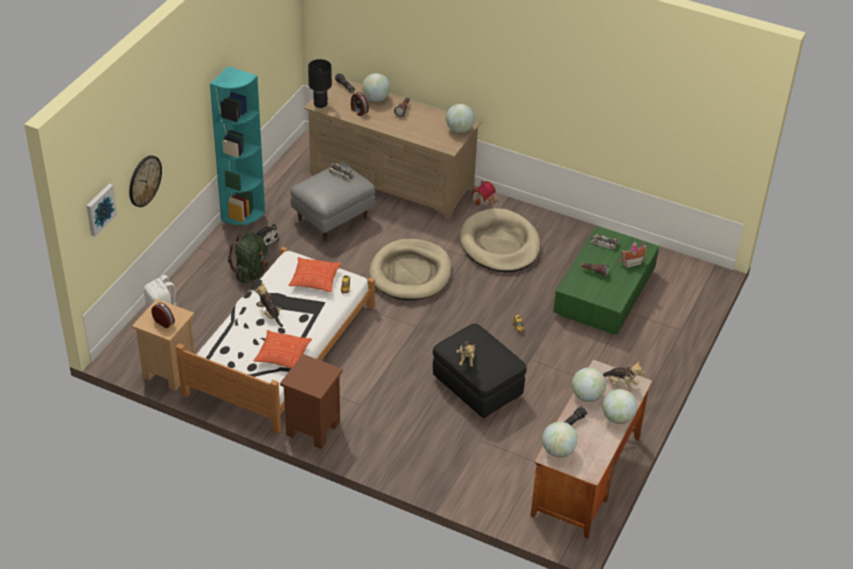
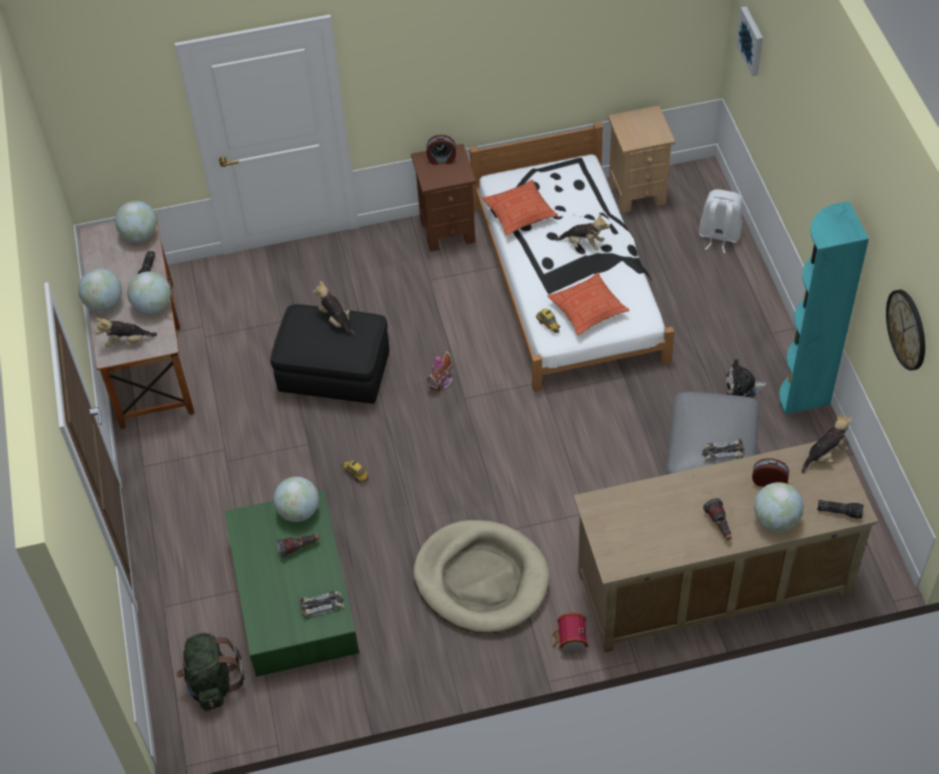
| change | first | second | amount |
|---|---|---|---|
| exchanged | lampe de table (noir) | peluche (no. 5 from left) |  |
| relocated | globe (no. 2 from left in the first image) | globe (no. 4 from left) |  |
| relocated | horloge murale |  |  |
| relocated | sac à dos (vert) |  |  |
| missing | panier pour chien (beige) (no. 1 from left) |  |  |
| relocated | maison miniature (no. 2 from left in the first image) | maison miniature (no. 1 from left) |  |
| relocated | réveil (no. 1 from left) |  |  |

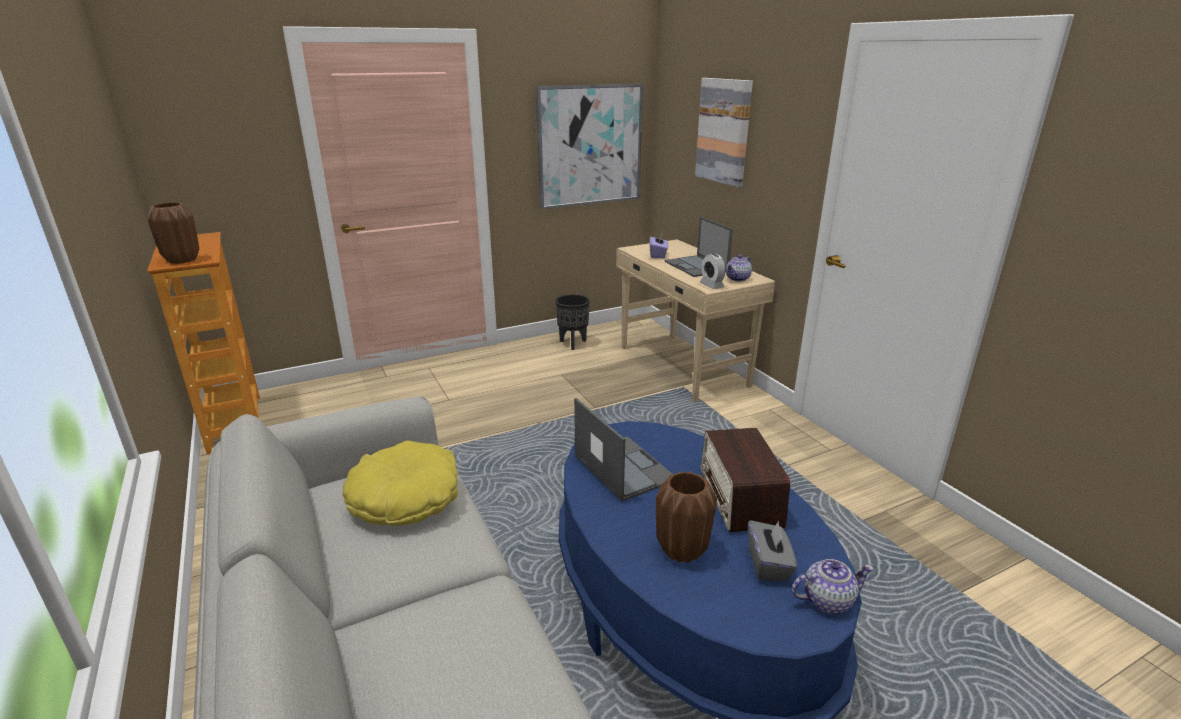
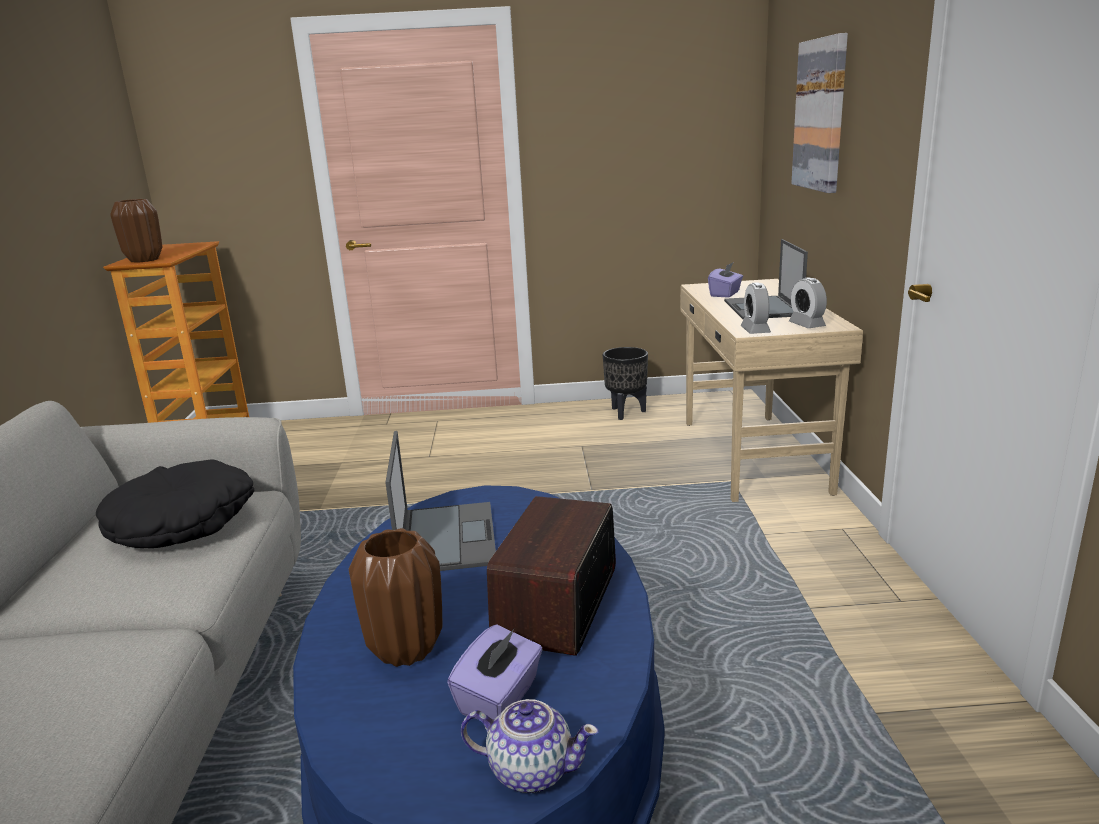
| change | first | second | amount |
|---|---|---|---|
| missing | tableau (no. 1 from left) |  |  |
| exchanged | théière (no. 1 from left) | réveil (no. 2 from left) |  |
| colour | coussin (jaune) | coussin (noir) |  |
| colour | boîte à mouchoirs (gris) | boîte à mouchoirs (violet) (no. 1 from left) |  |

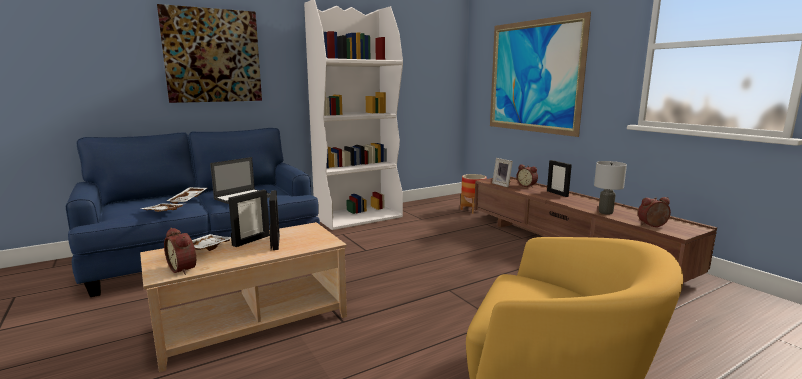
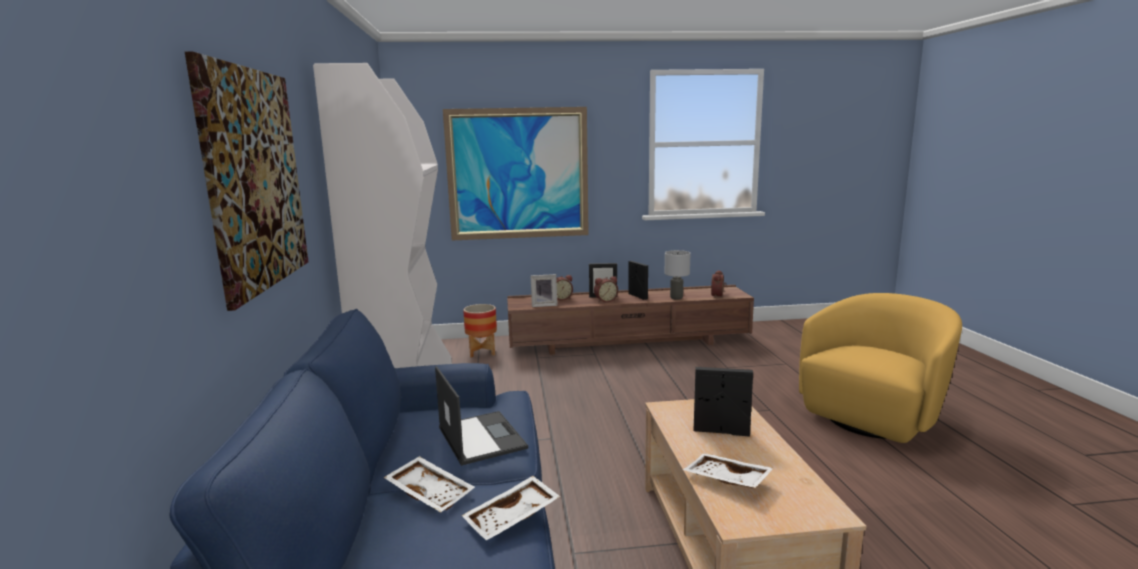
| change | first | second | amount |
|---|---|---|---|
| relocated | cadre photo (no. 1 from left in the first image) | cadre photo (no. 3 from left) |  |
| relocated | réveil (no. 1 from left in the first image) | réveil (no. 2 from left) |  |

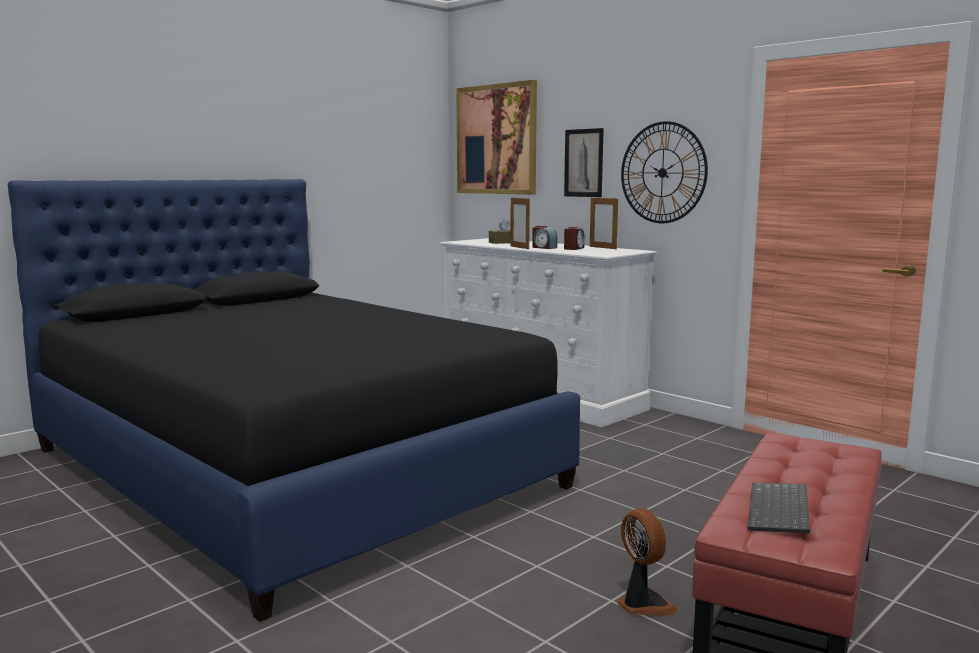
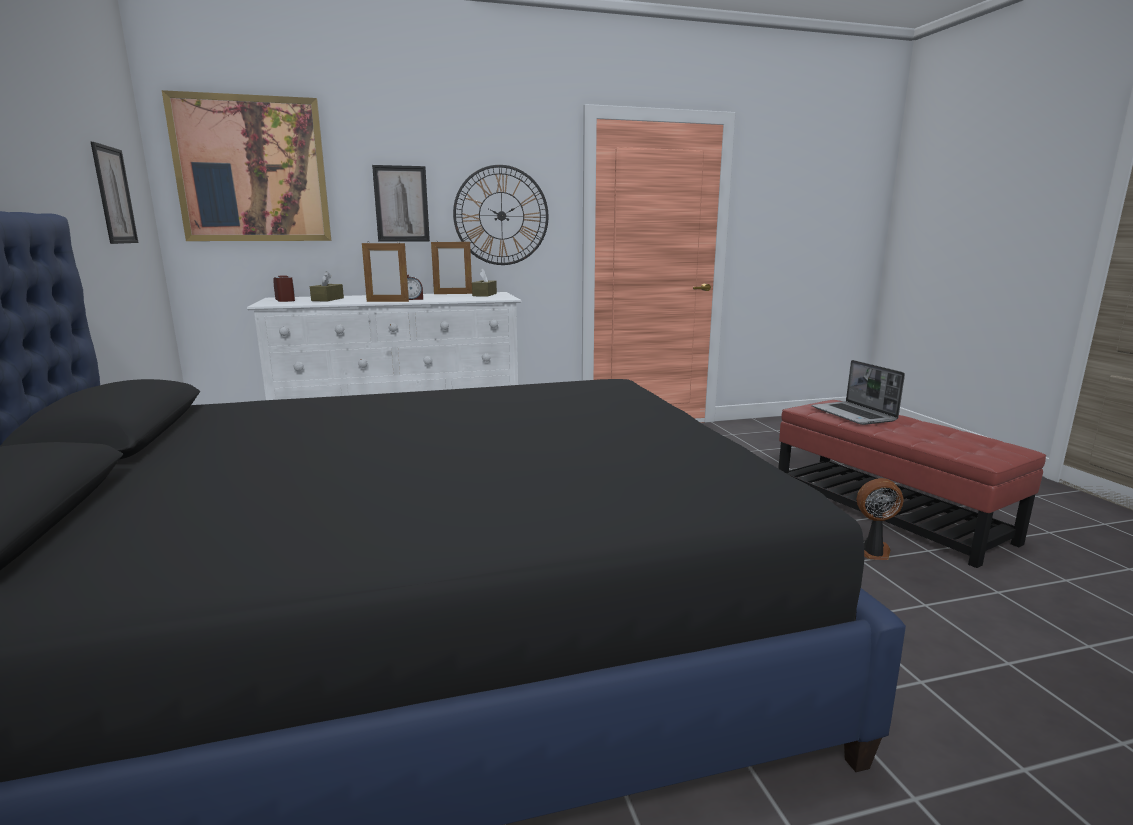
| change | first | second | amount |
|---|---|---|---|
| relocated | réveil (no. 2 from left in the first image) | réveil (no. 1 from left) |  |
| missing | clavier |  |  |
| appeared |  | tableau (no. 1 from left) |  |
| appeared |  | boîte à mouchoirs (marron) (no. 2 from left) |  |
| appeared |  | ordinateur portable |  |

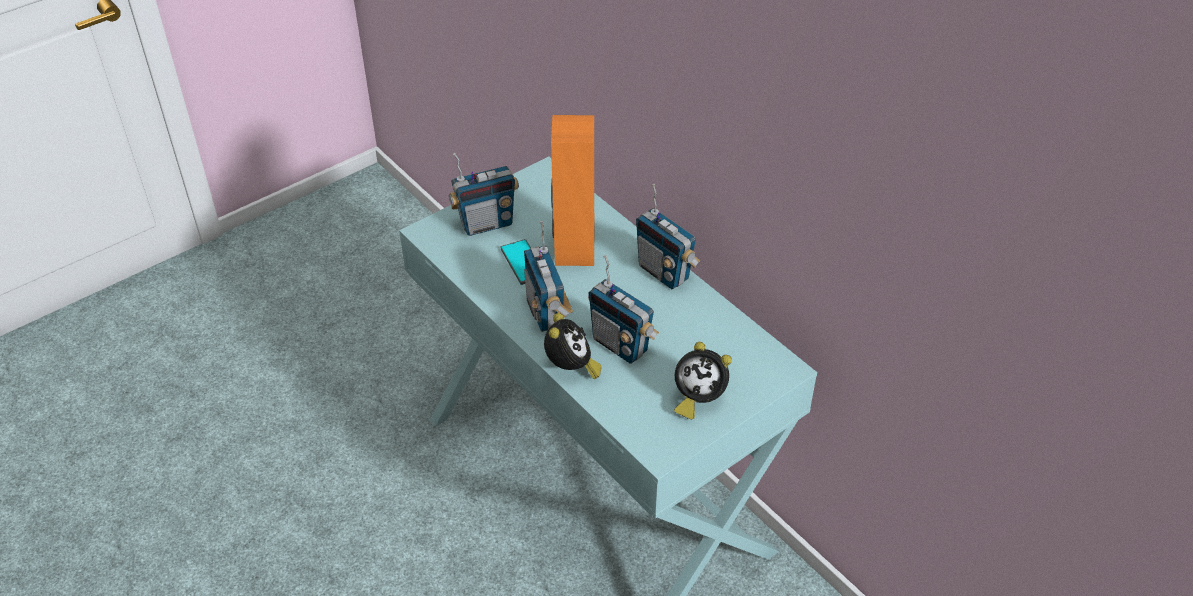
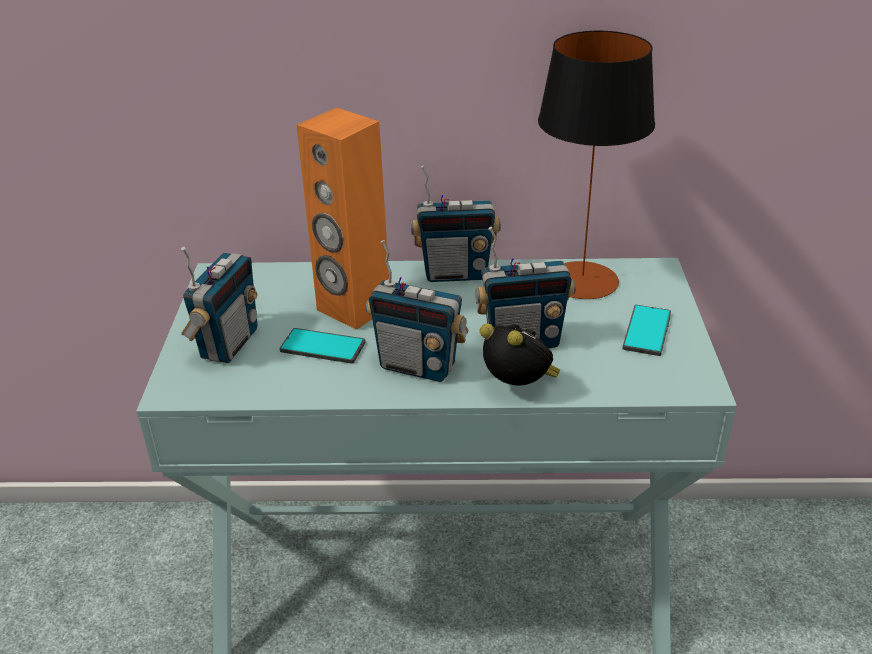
| change | first | second | amount |
|---|---|---|---|
| exchanged | réveil (no. 2 from left) | téléphone (no. 2 from left) |  |
| appeared |  | lampe de table |  |

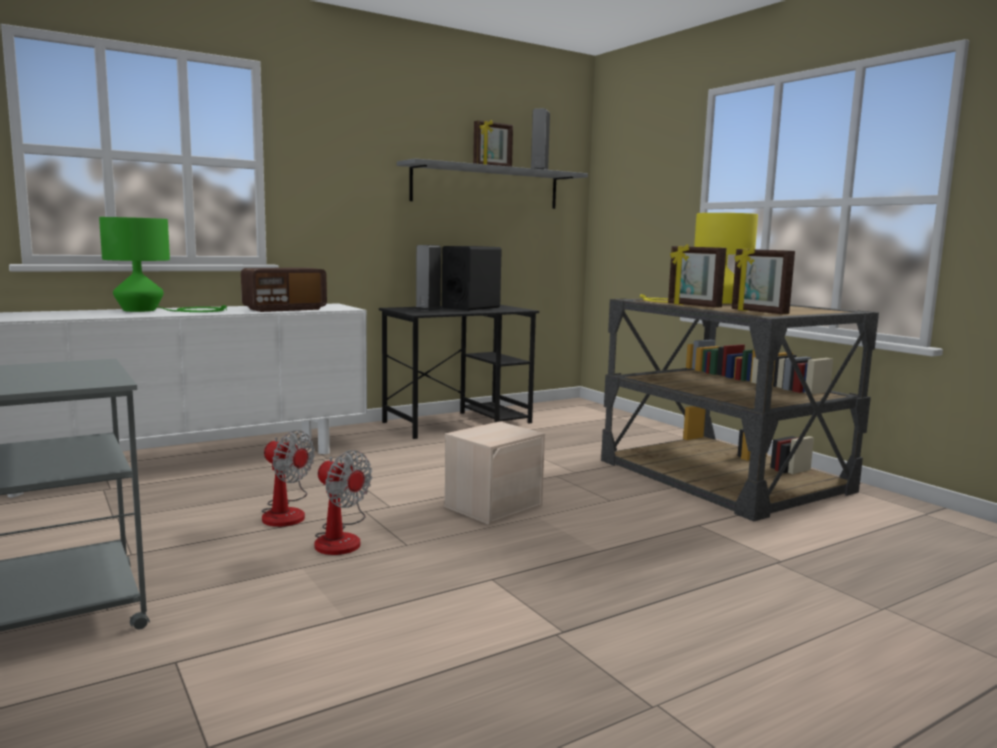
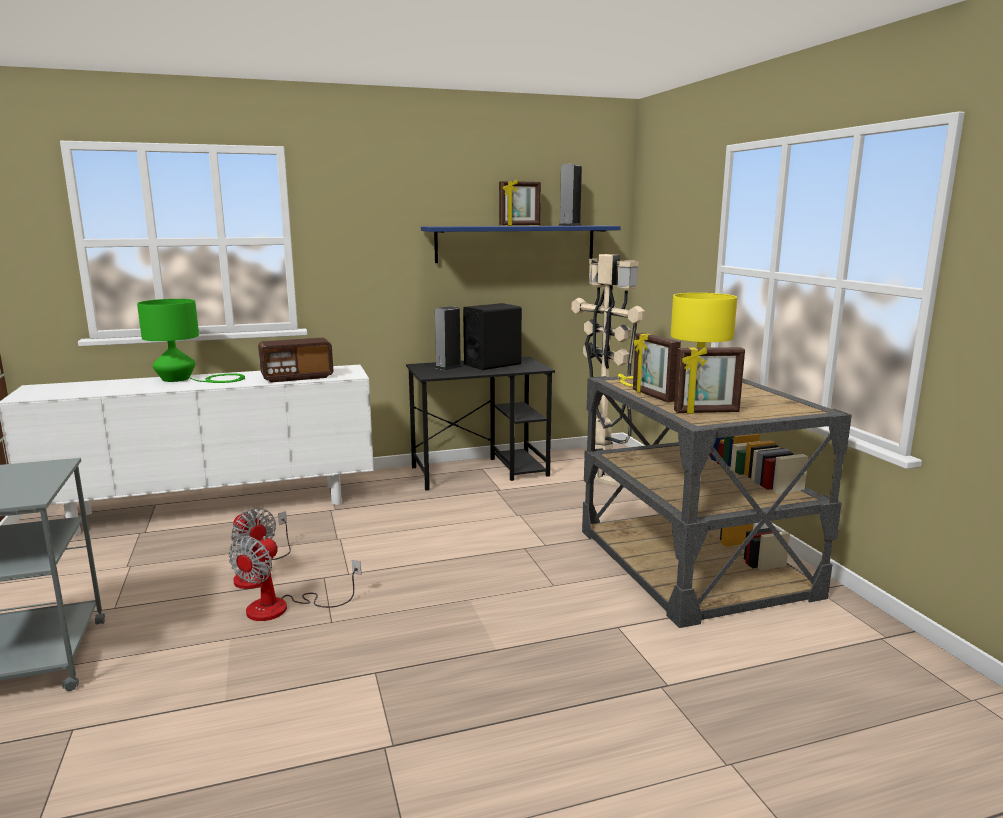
| change | first | second | amount |
|---|---|---|---|
| colour | étagère (gris) | étagère (bleu) |  |
| spun | cadre photo (no. 3 from left) |  | 75 degrees counterclockwise |
| missing | boîte de rangement (beige) |  |  |
| spun | ventilateur (no. 2 from left) |  | 60 degrees clockwise |
| appeared |  | lampadaire (beige) |  |

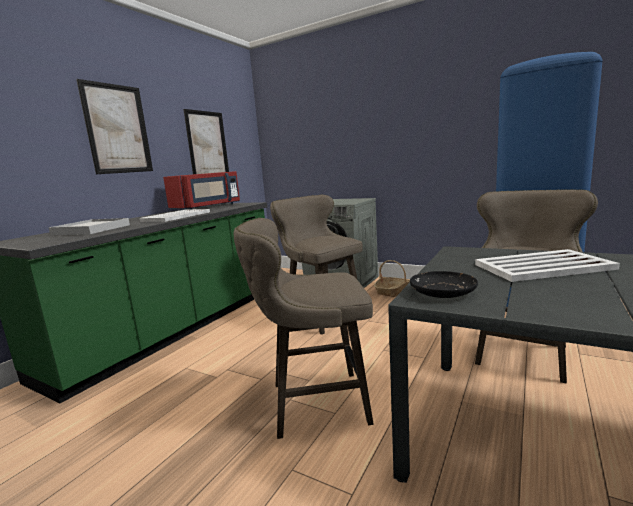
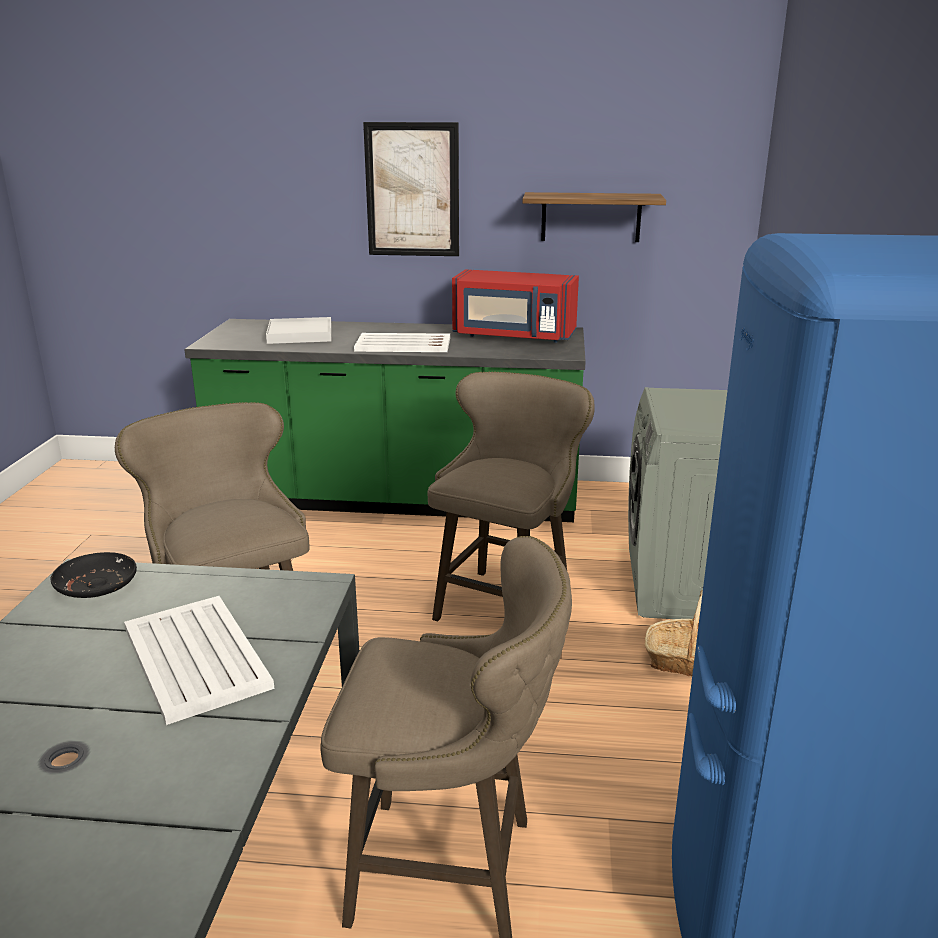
| change | first | second | amount |
|---|---|---|---|
| exchanged | tableau (no. 2 from left) | étagère |  |

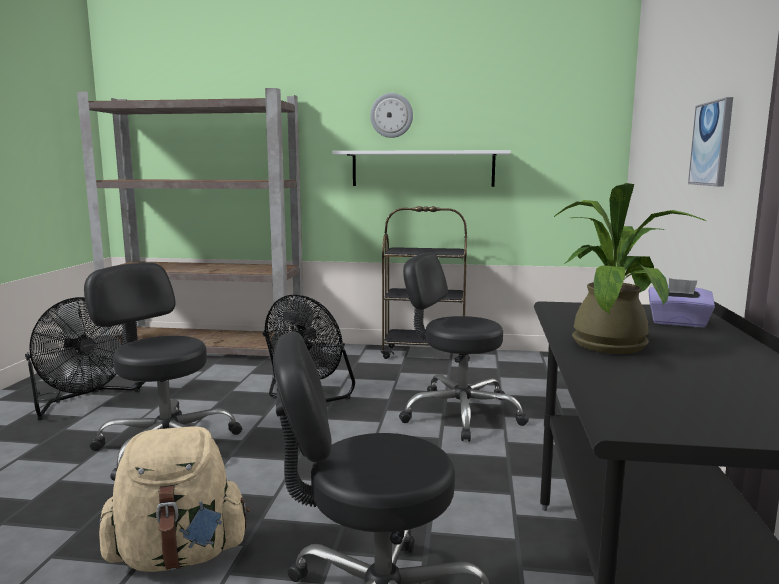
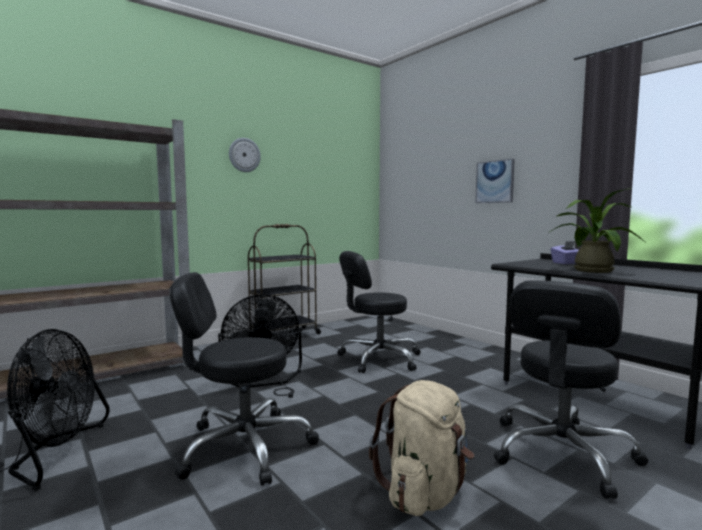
| change | first | second | amount |
|---|---|---|---|
| missing | étagère (blanc) |  |  |

